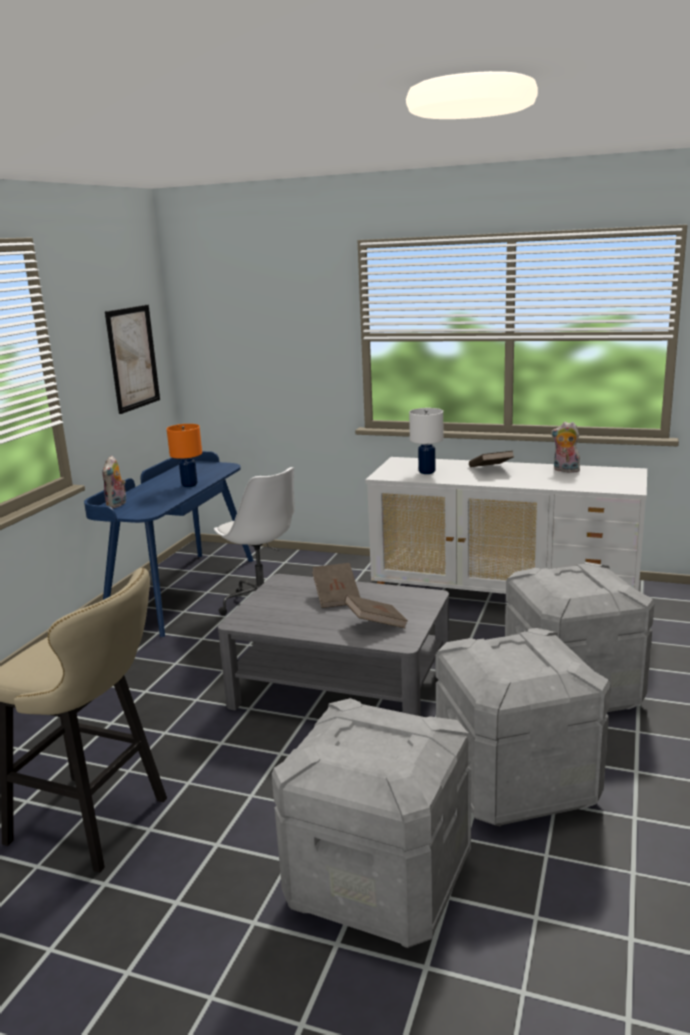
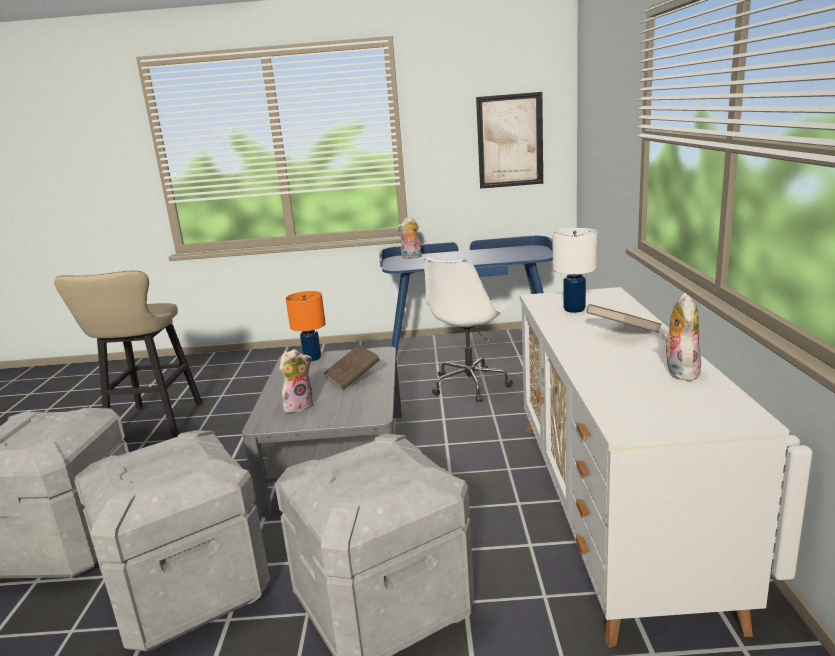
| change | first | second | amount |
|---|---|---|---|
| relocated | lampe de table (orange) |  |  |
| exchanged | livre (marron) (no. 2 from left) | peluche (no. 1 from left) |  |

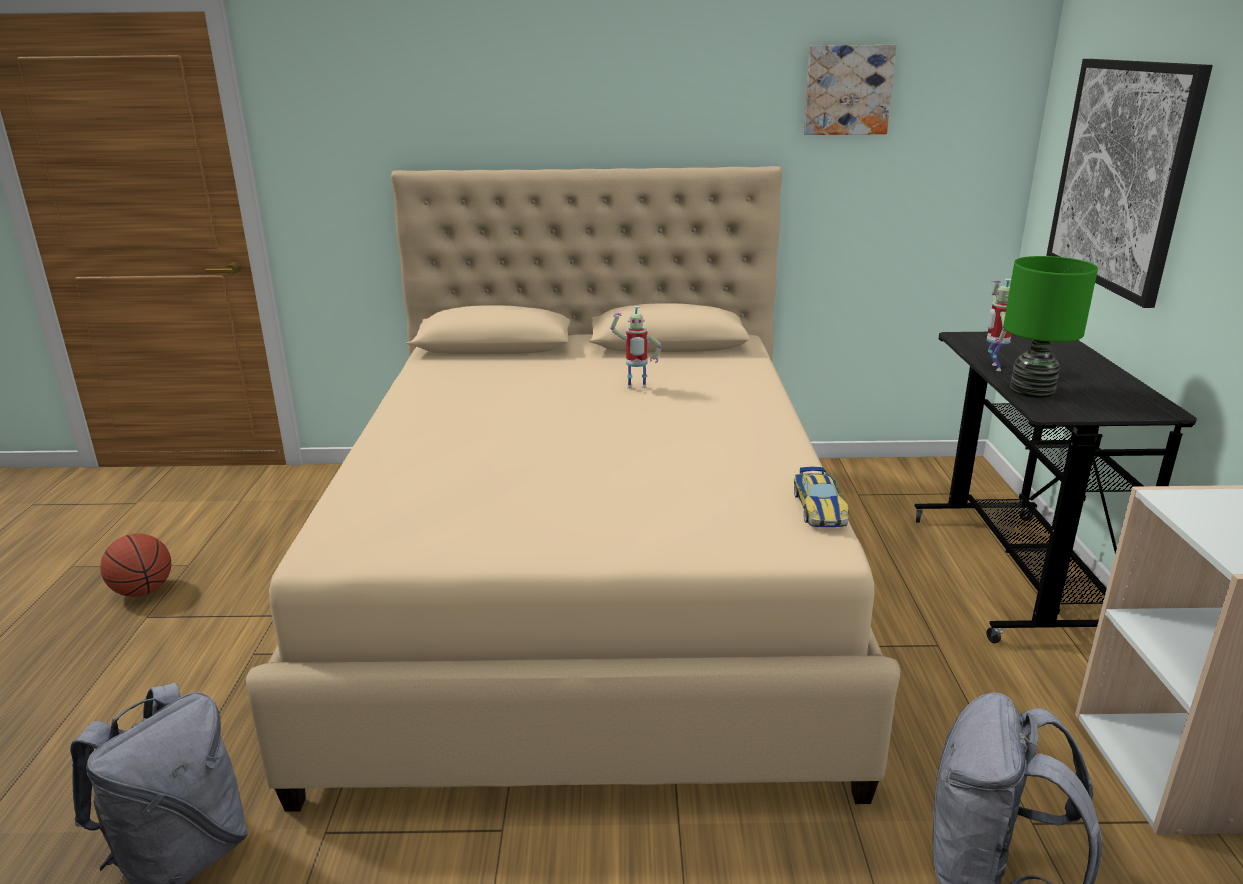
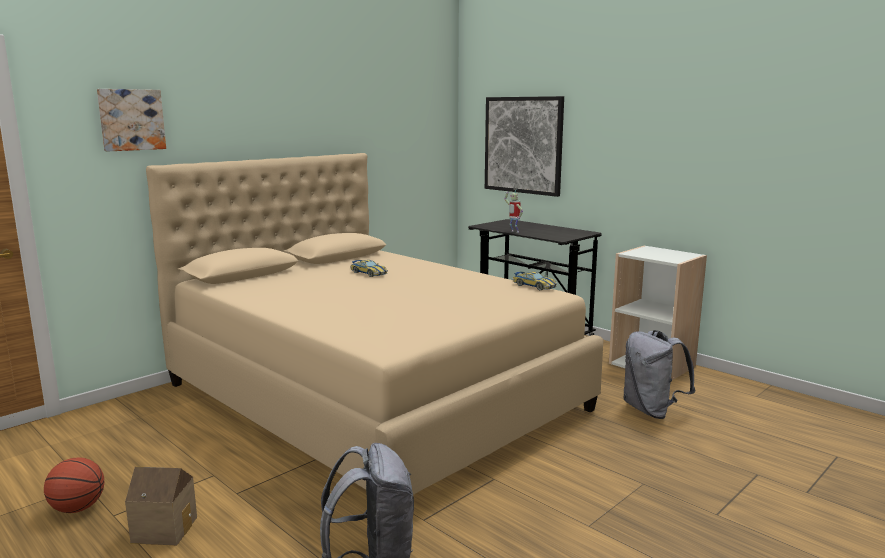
| change | first | second | amount |
|---|---|---|---|
| relocated | tableau (no. 1 from left) |  |  |
| missing | lampe de table (vert) |  |  |
| exchanged | robot jouet (no. 1 from left) | petite voiture (no. 1 from left) |  |
| appeared |  | maison miniature |  |

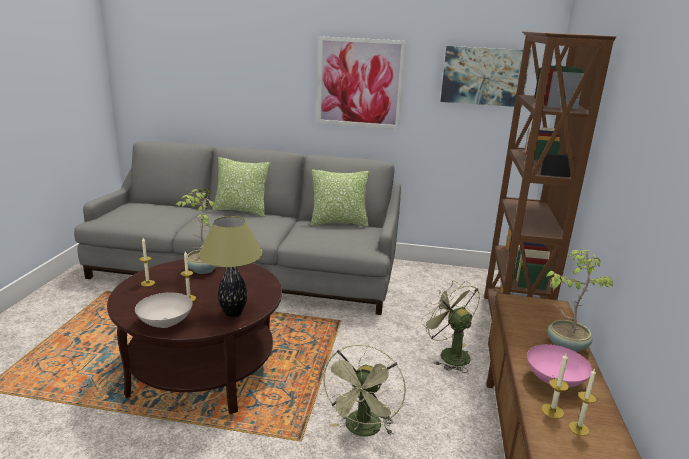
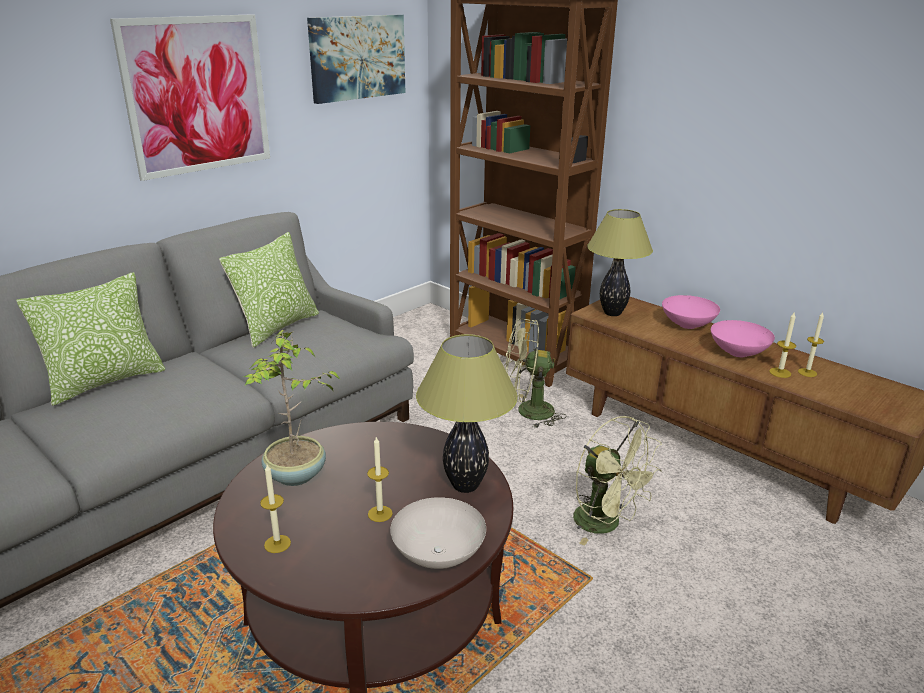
| change | first | second | amount |
|---|---|---|---|
| exchanged | plante en pot (no. 2 from left) | bol (rose) (no. 1 from left) |  |
| appeared |  | lampe de table (no. 2 from left) |  |

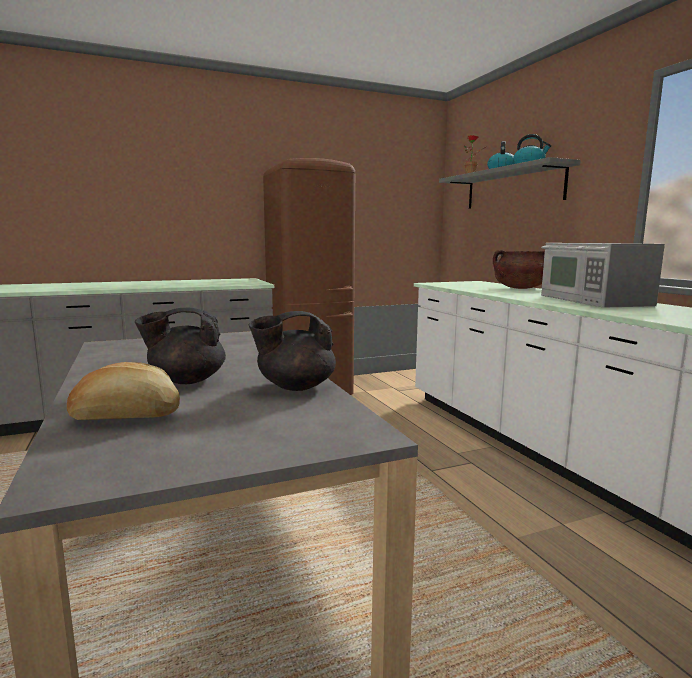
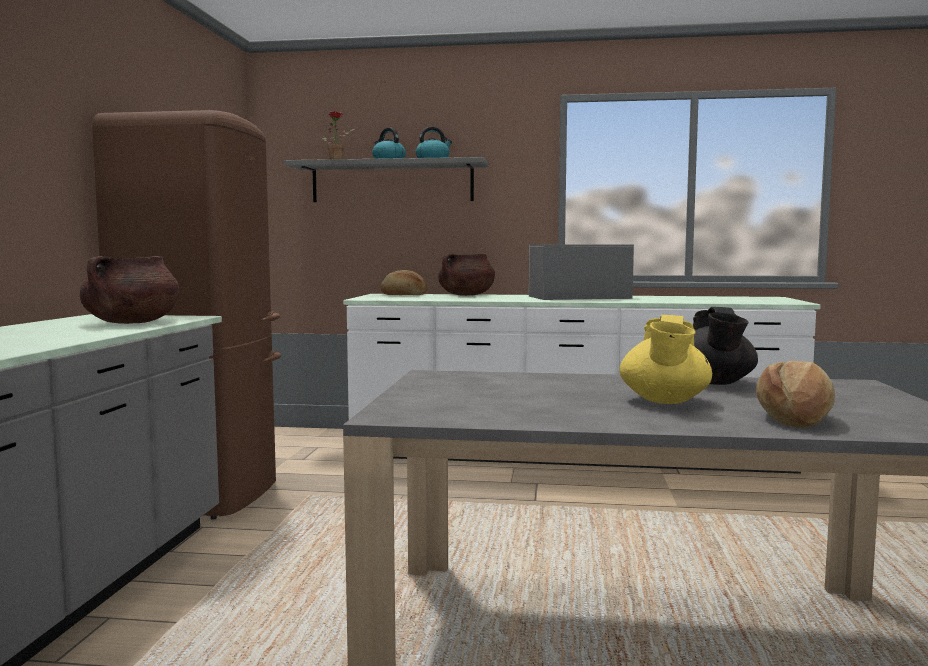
| change | first | second | amount |
|---|---|---|---|
| spun | micro-ondes |  | 150 degrees clockwise |
| colour | théière (noir) (no. 1 from left) | théière (jaune) |  |
| appeared |  | marmite (marron) (no. 1 from left) |  |
| appeared |  | pain (no. 1 from left) |  |

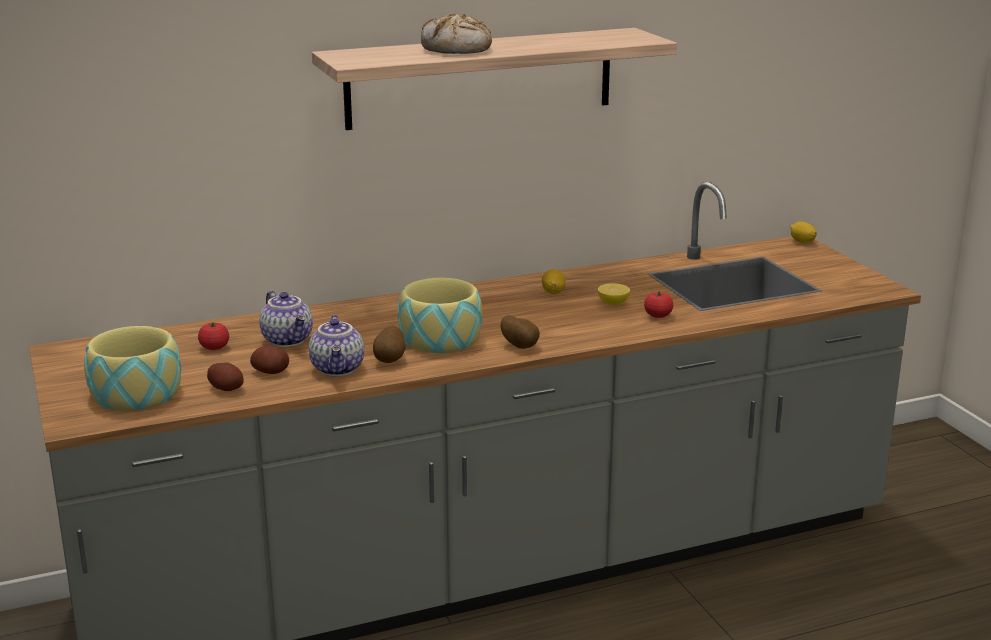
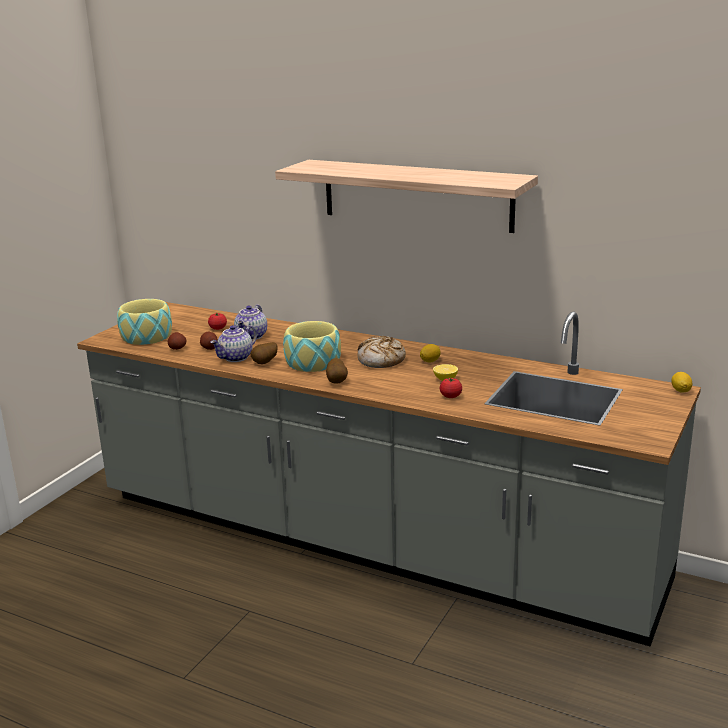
| change | first | second | amount |
|---|---|---|---|
| relocated | pain |  |  |

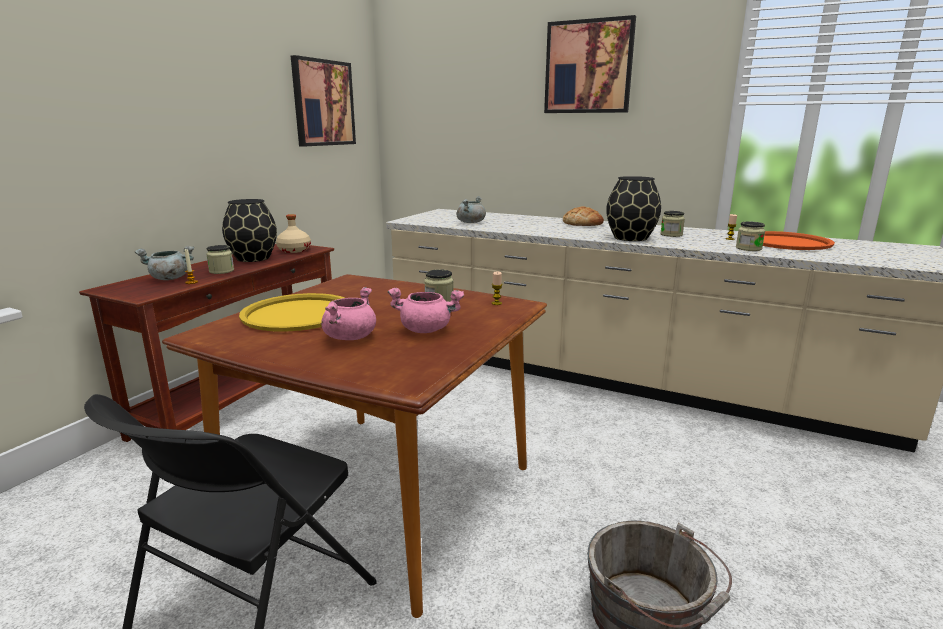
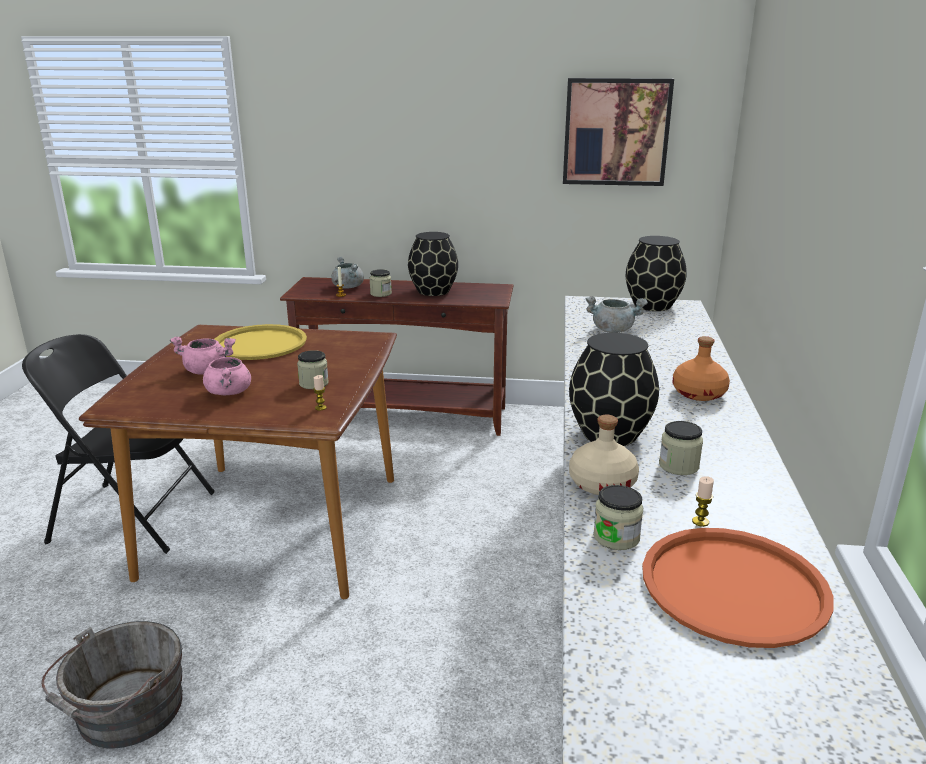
| change | first | second | amount |
|---|---|---|---|
| missing | tableau (no. 2 from left) |  |  |
| exchanged | pain | bouteille (orange) |  |
| relocated | bouteille (beige) |  |  |
| appeared |  | vase (noir) (no. 3 from left) |  |

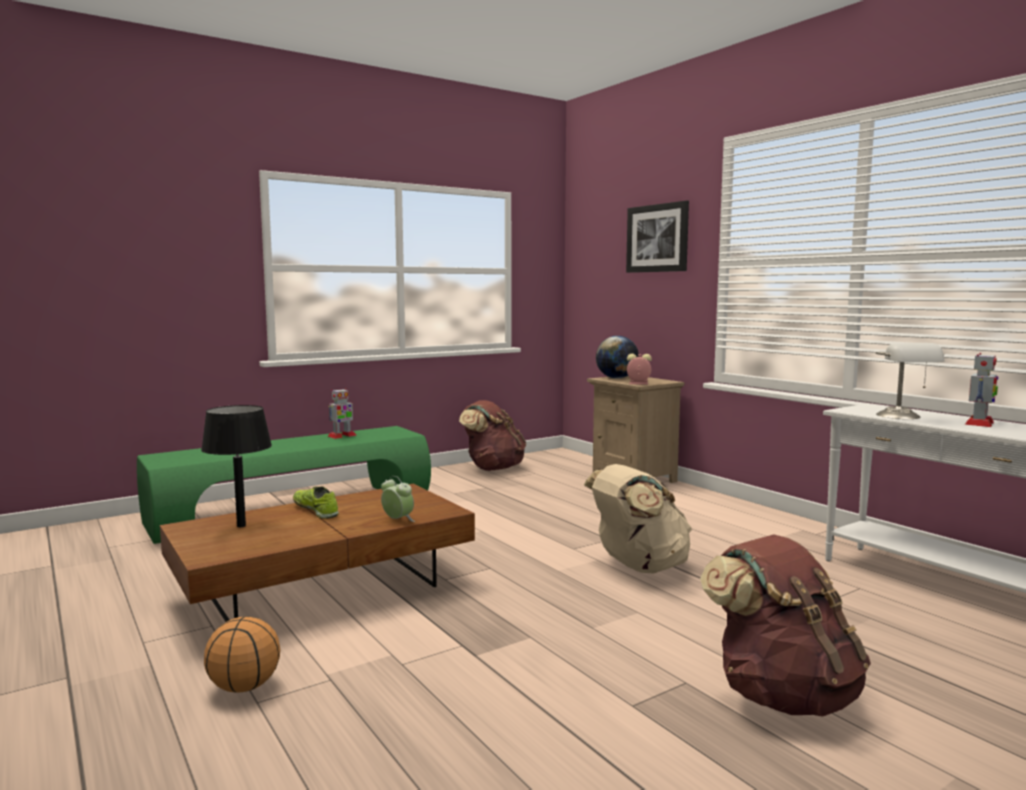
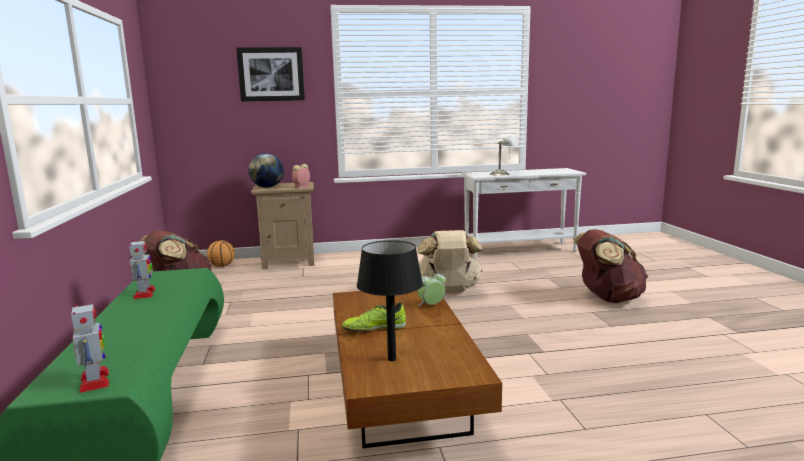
| change | first | second | amount |
|---|---|---|---|
| relocated | robot jouet (no. 2 from left in the first image) | robot jouet (no. 1 from left) |  |
| relocated | ballon de basket |  |  |

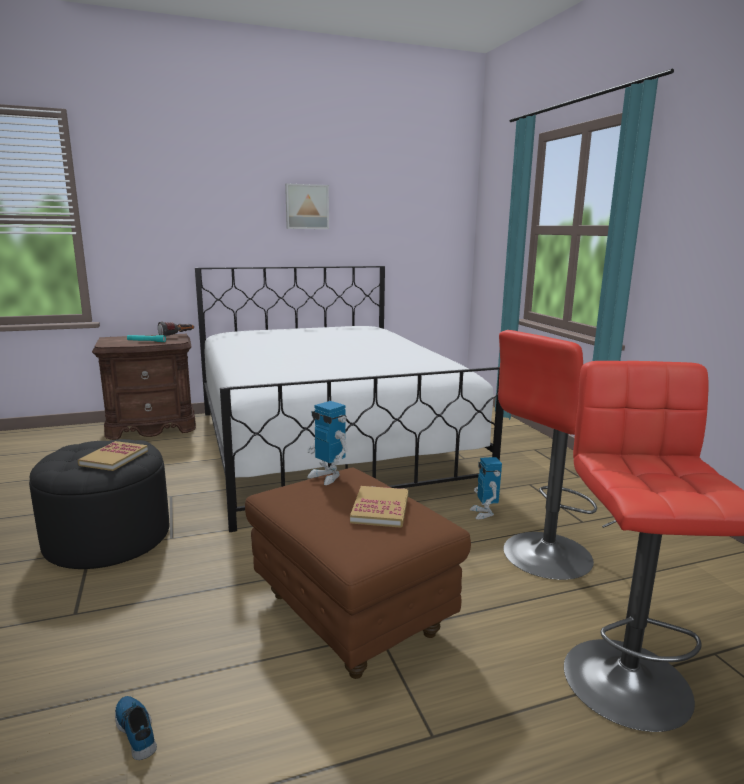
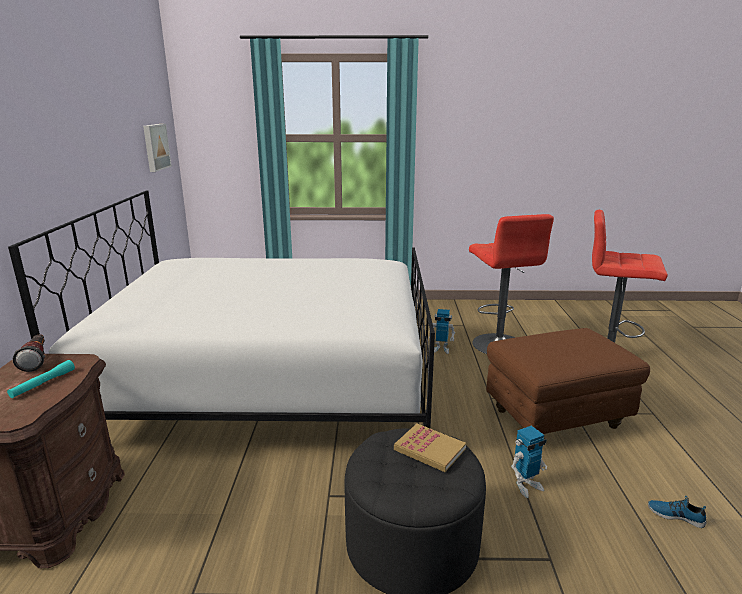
| change | first | second | amount |
|---|---|---|---|
| relocated | tableau |  |  |
| relocated | robot jouet (no. 1 from left in the first image) | robot jouet (no. 2 from left) |  |
| missing | livre (no. 2 from left) |  |  |
| spun | chaussure |  | 45 degrees clockwise |

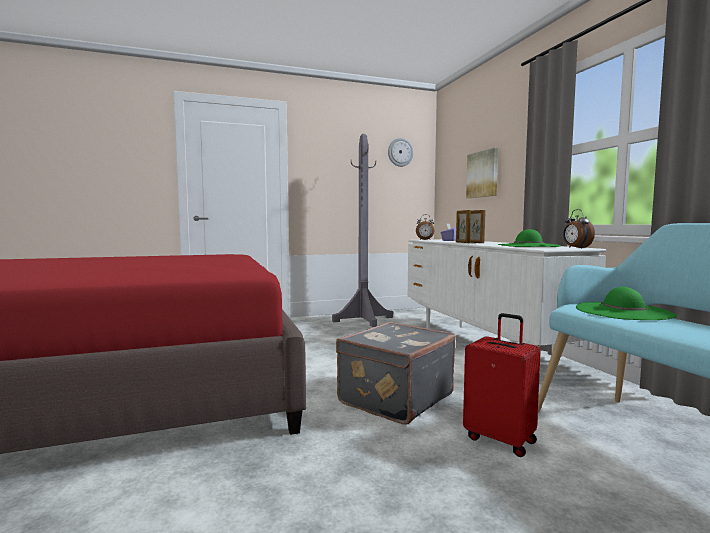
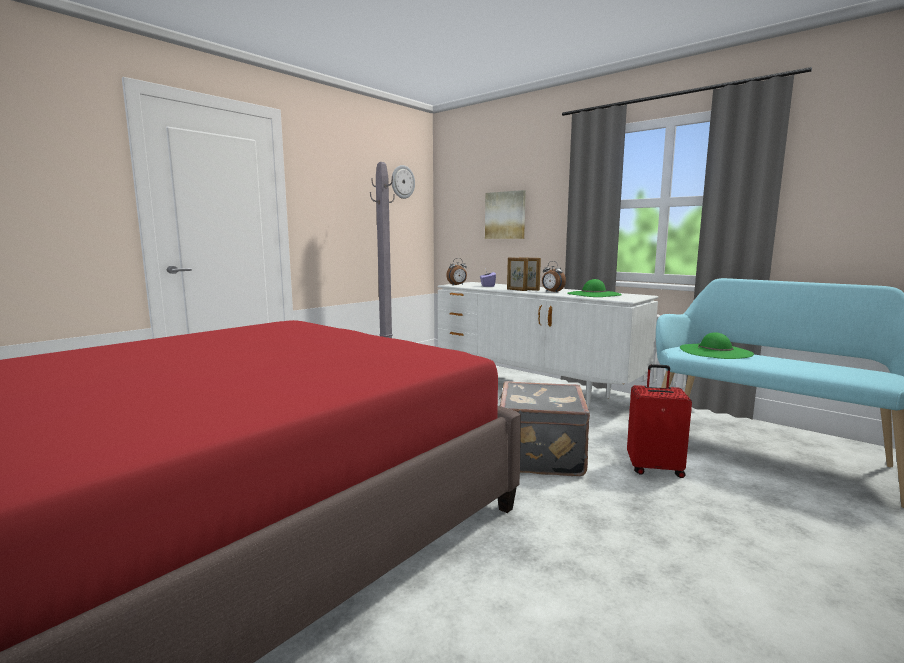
| change | first | second | amount |
|---|---|---|---|
| relocated | réveil (no. 2 from left) |  |  |

